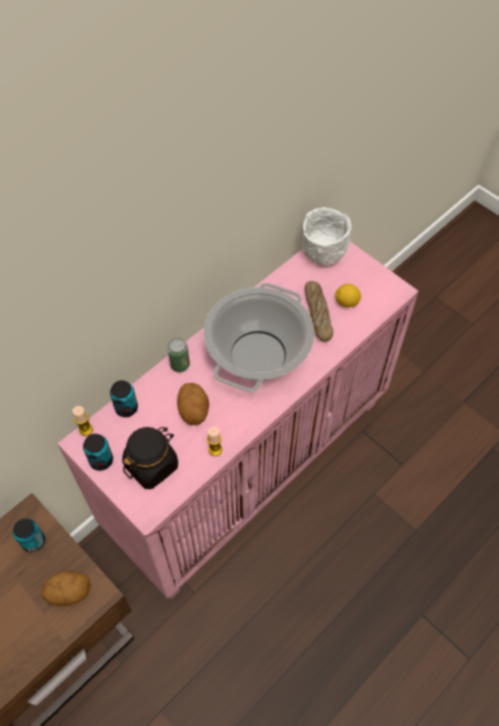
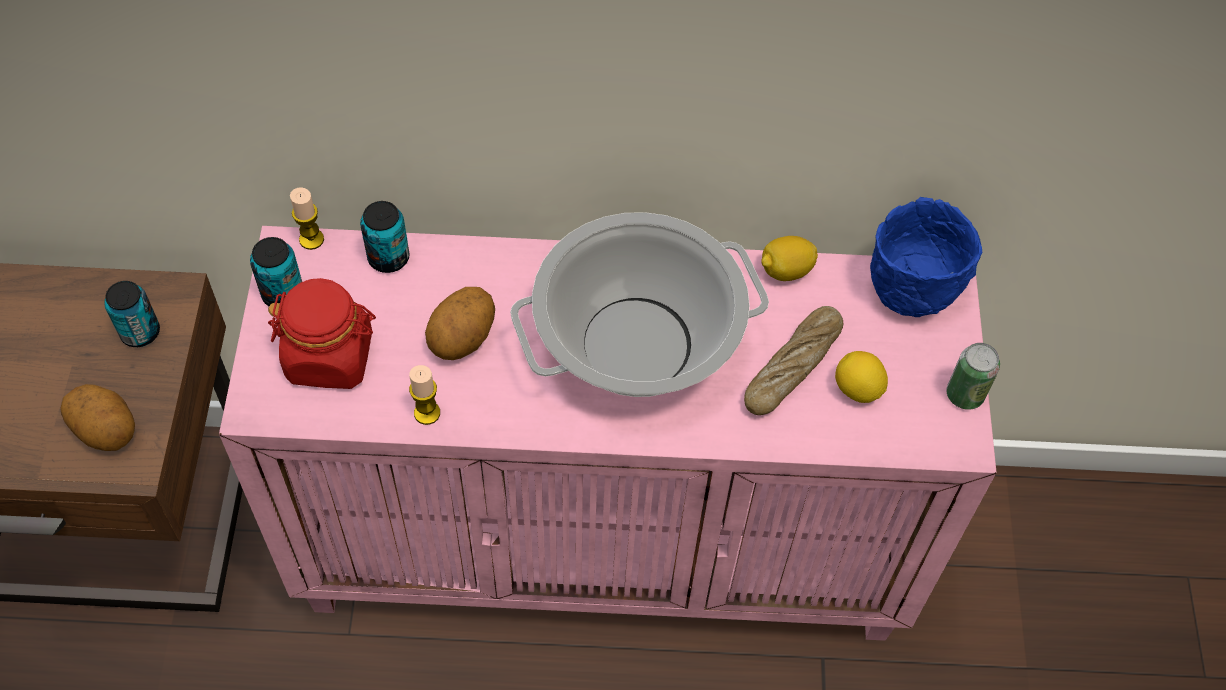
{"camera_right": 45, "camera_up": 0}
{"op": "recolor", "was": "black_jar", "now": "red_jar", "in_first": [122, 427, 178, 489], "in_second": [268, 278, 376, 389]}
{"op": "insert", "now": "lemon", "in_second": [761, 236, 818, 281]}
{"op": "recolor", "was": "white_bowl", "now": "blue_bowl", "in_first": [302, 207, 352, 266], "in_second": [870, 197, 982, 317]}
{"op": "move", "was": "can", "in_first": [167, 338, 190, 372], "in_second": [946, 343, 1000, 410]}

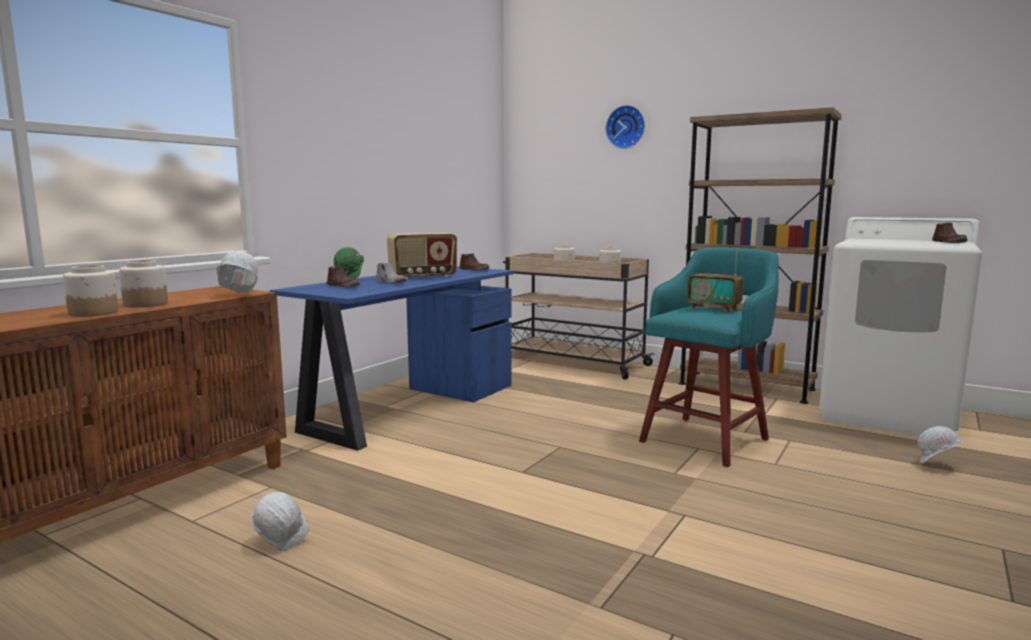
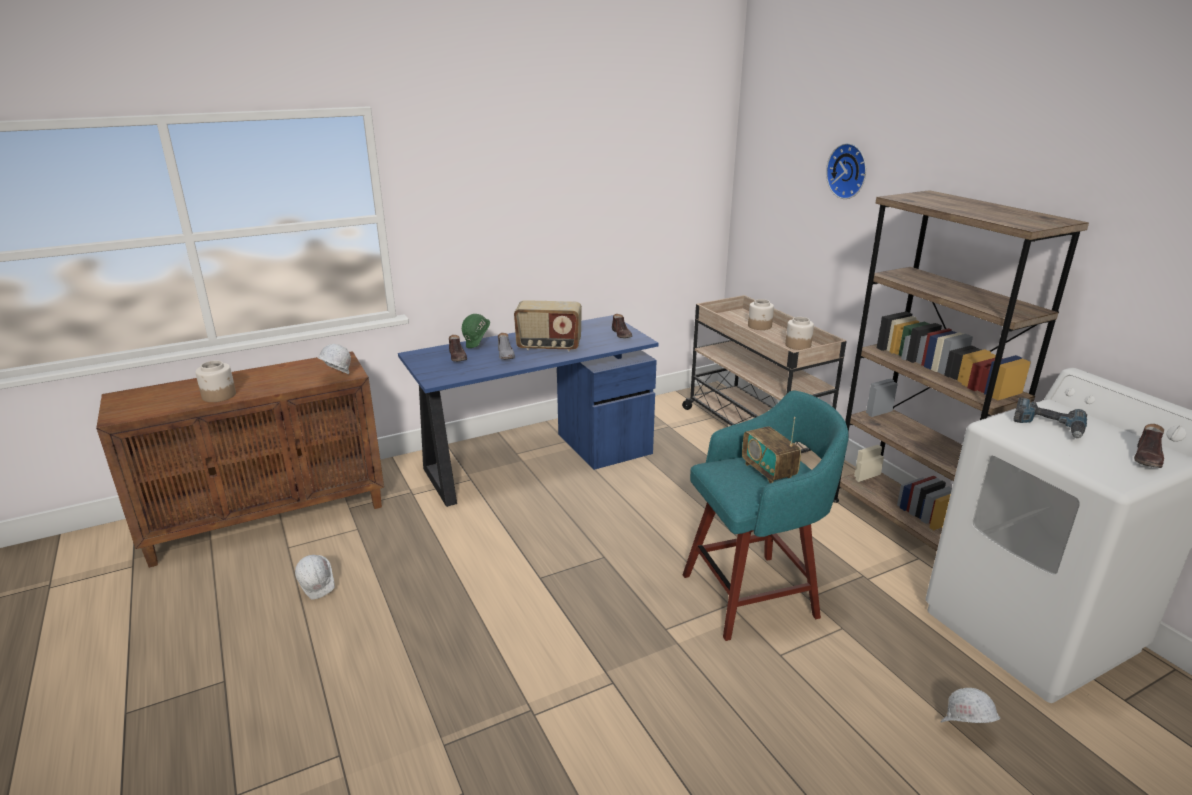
{"camera_right": 30, "camera_up": 15}
{"op": "insert", "now": "power_drill", "in_second": [1013, 397, 1087, 439]}
{"op": "delete", "was": "jar", "in_first": [119, 260, 168, 307]}

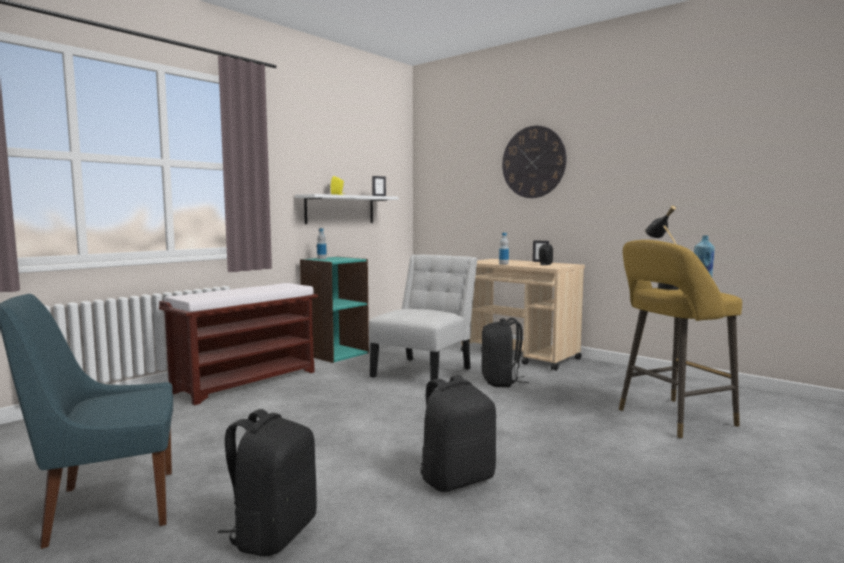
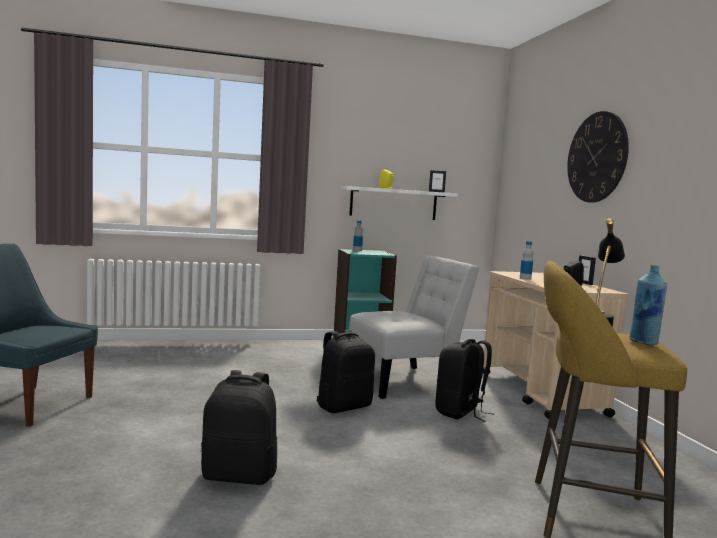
{"camera_right": 35, "camera_up": 0}
{"op": "move", "was": "black_backpack", "in_first": [218, 409, 317, 557], "in_second": [316, 330, 375, 413]}
{"op": "delete", "was": "brown_bench", "in_first": [159, 283, 318, 405]}

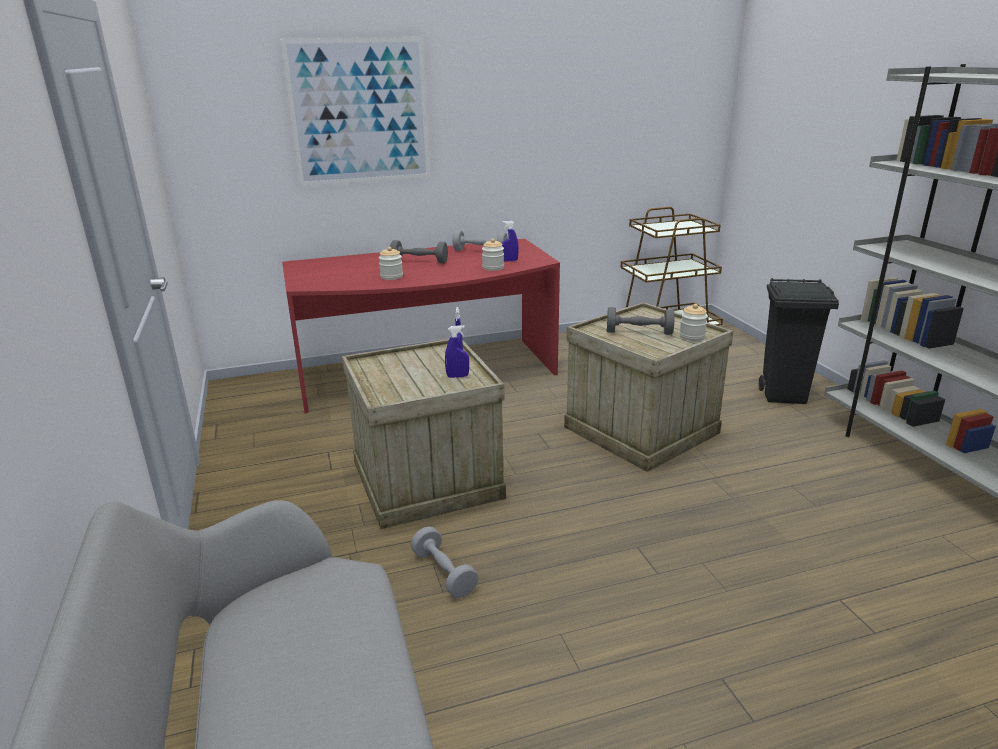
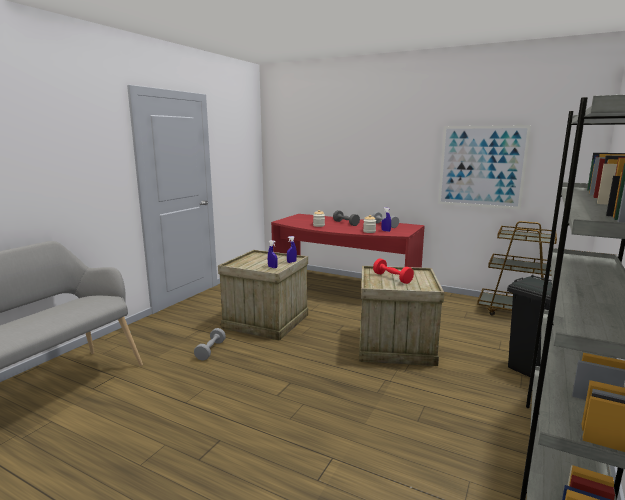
{"camera_right": 45, "camera_up": -10}
{"op": "recolor", "was": "grey_dumbbell", "now": "red_dumbbell", "in_first": [607, 307, 675, 335], "in_second": [373, 259, 414, 284]}
{"op": "move", "was": "picture", "in_first": [280, 37, 431, 187], "in_second": [438, 125, 531, 210]}
{"op": "delete", "was": "jar", "in_first": [679, 304, 708, 341]}

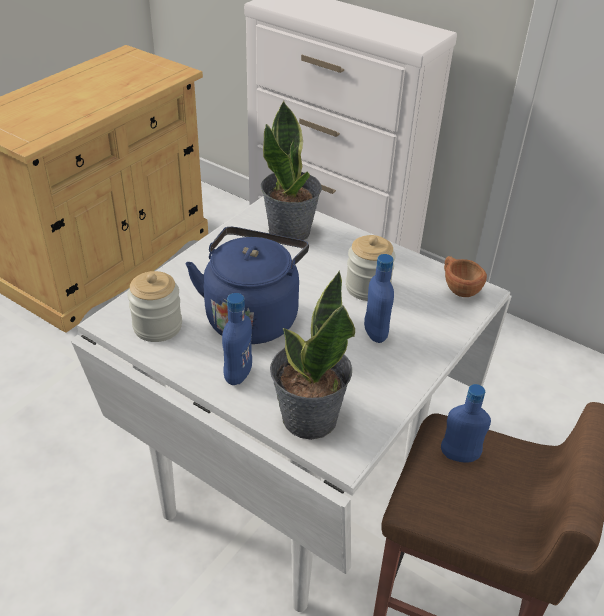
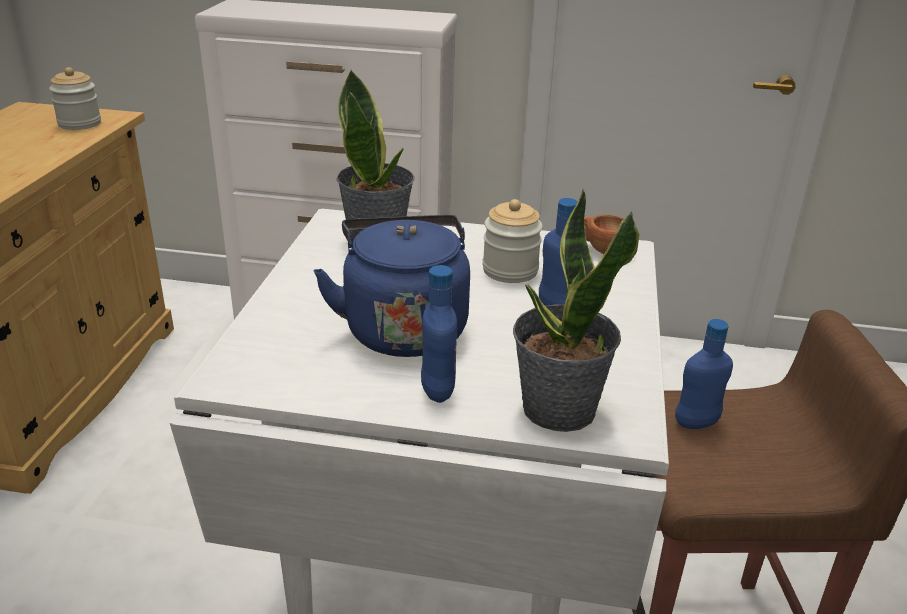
{"camera_right": -25, "camera_up": -10}
{"op": "move", "was": "jar", "in_first": [127, 271, 182, 342], "in_second": [49, 67, 101, 130]}

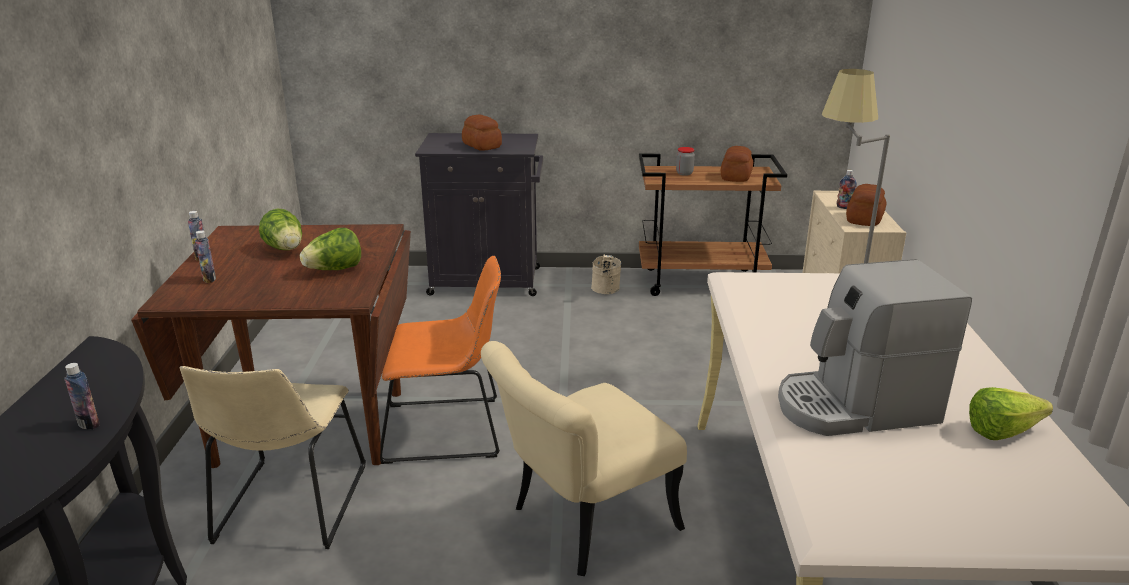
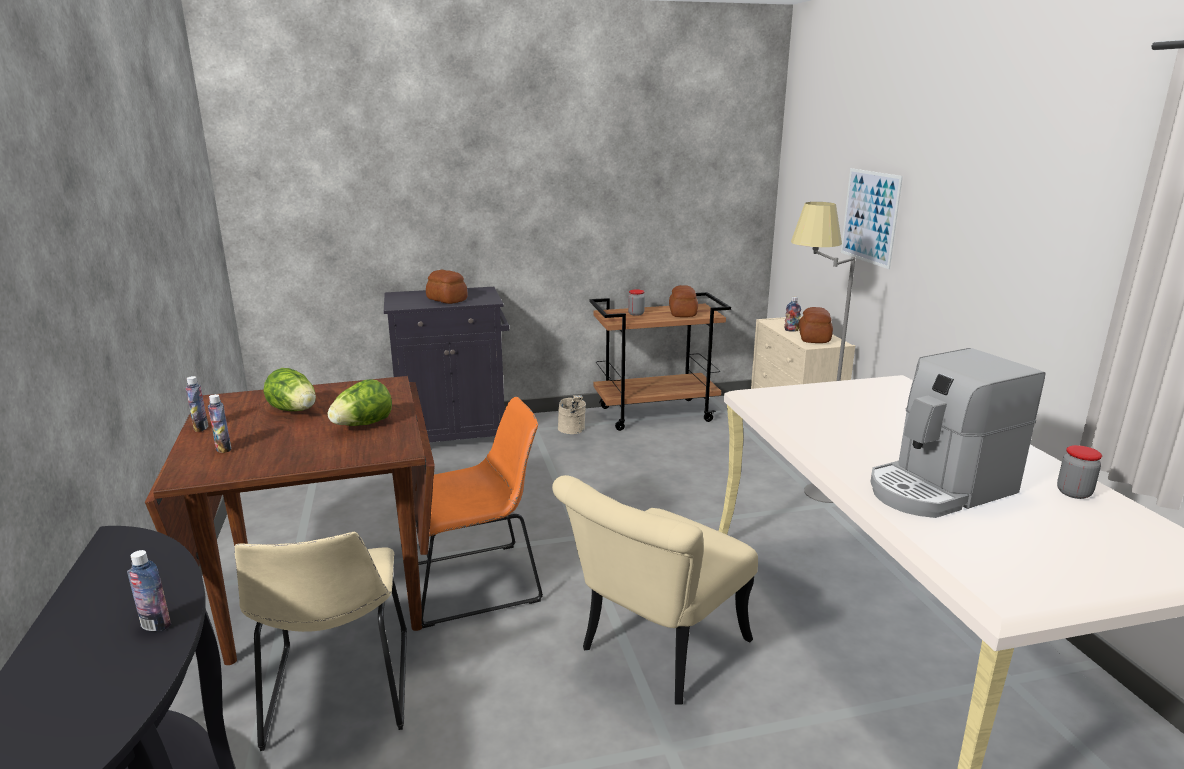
{"camera_right": -15, "camera_up": -5}
{"op": "insert", "now": "picture", "in_second": [841, 168, 903, 269]}
{"op": "replace", "was": "lettuce", "now": "jar", "in_first": [969, 387, 1053, 440], "in_second": [1057, 445, 1102, 499]}

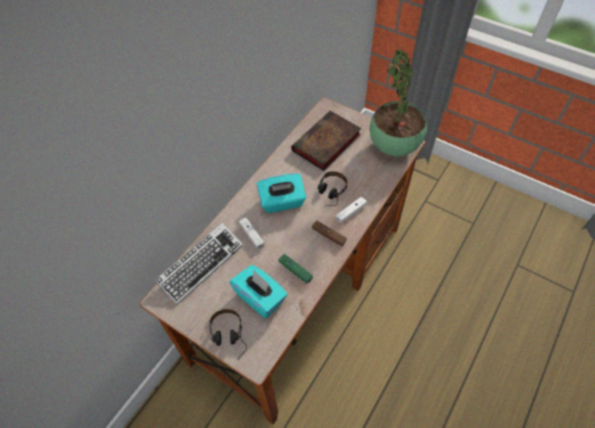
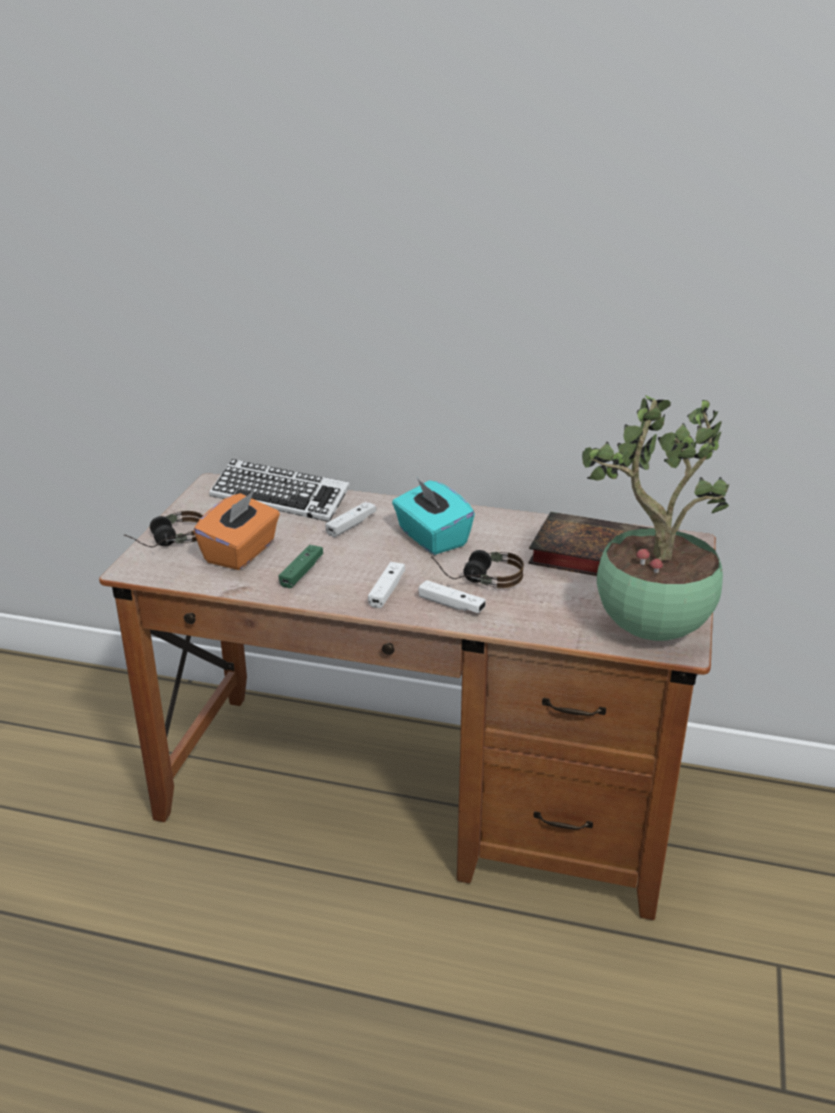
{"camera_right": 70, "camera_up": -25}
{"op": "recolor", "was": "turquoise_tissue_box", "now": "orange_tissue_box", "in_first": [230, 265, 288, 319], "in_second": [194, 491, 280, 570]}
{"op": "recolor", "was": "brown_game_controller", "now": "white_game_controller", "in_first": [312, 221, 347, 246], "in_second": [368, 562, 405, 608]}

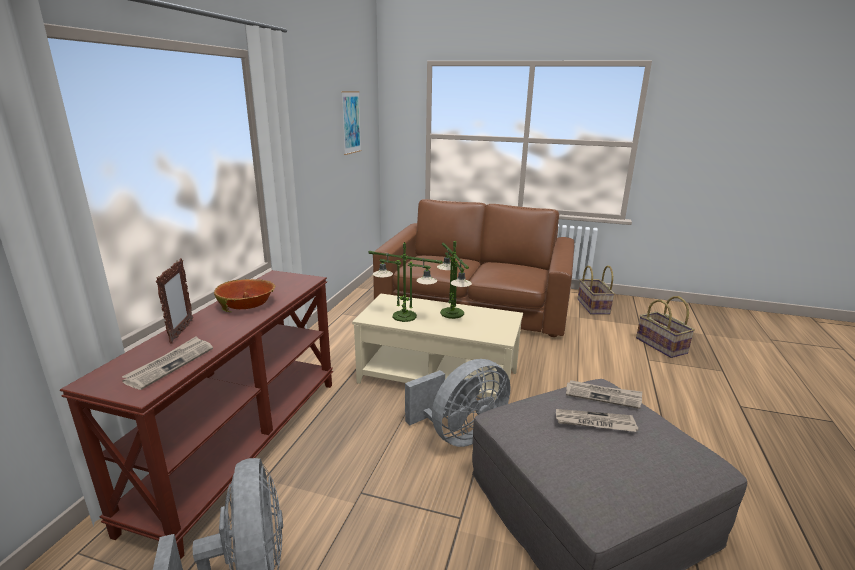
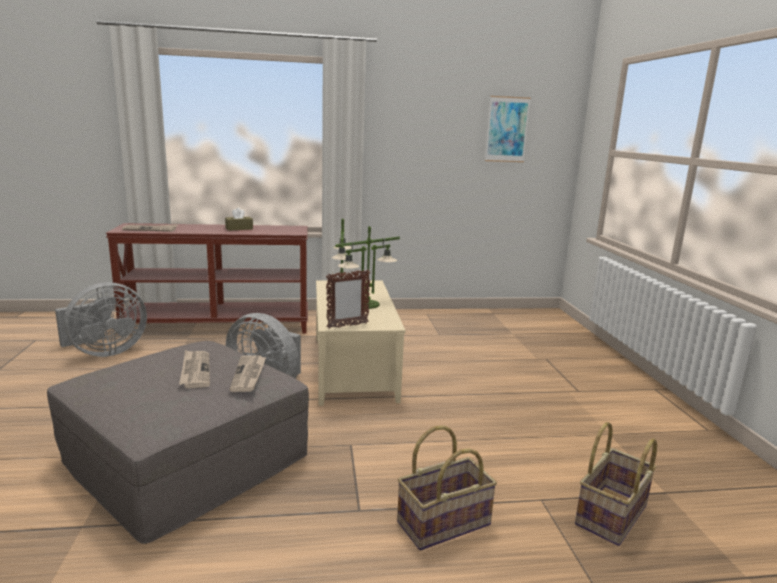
{"camera_right": 65, "camera_up": -5}
{"op": "replace", "was": "bowl", "now": "brown_tissue_box", "in_first": [214, 279, 276, 312], "in_second": [225, 207, 253, 231]}
{"op": "move", "was": "picture_frame", "in_first": [156, 258, 193, 344], "in_second": [326, 270, 370, 329]}
{"op": "move", "was": "basket", "in_first": [578, 265, 615, 315], "in_second": [397, 425, 497, 551]}
{"op": "delete", "was": "brown_sofa", "in_first": [373, 199, 575, 337]}

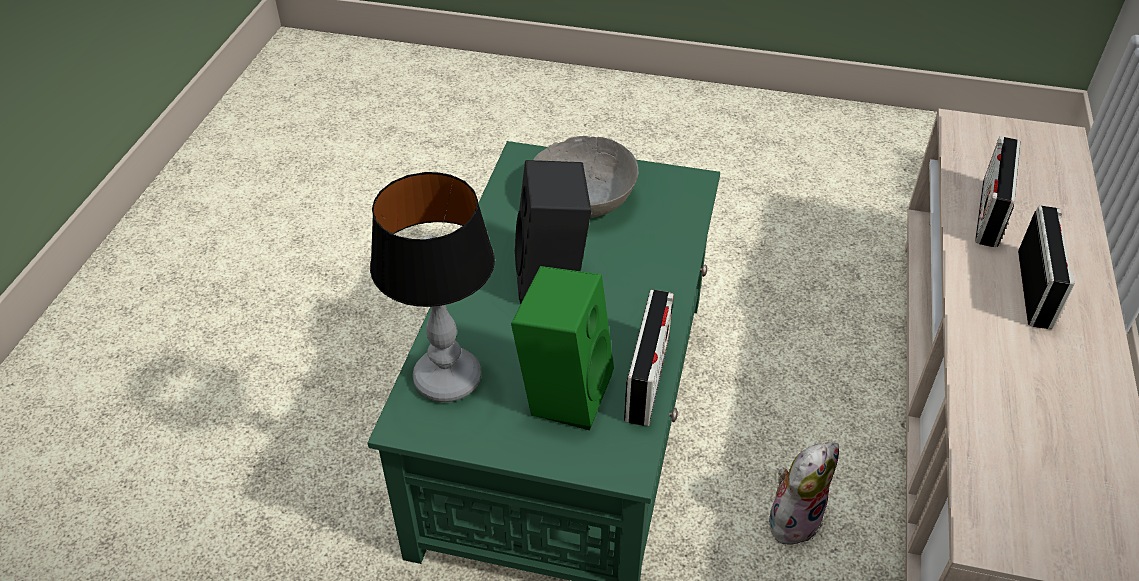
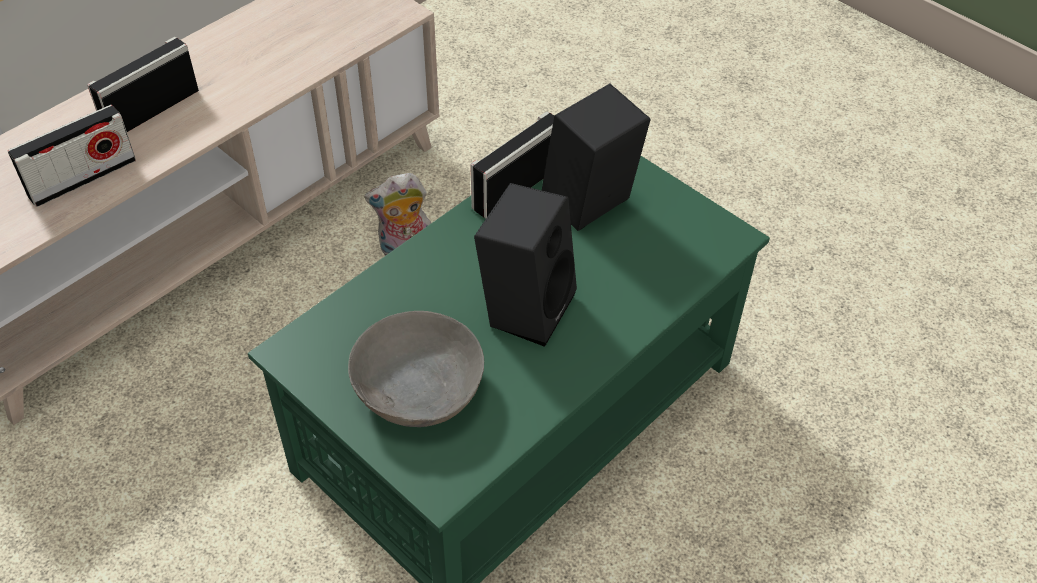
{"camera_right": -150, "camera_up": 5}
{"op": "recolor", "was": "green_speaker", "now": "black_speaker", "in_first": [511, 266, 614, 431], "in_second": [542, 84, 651, 231]}
{"op": "delete", "was": "table_lamp", "in_first": [370, 172, 495, 402]}

